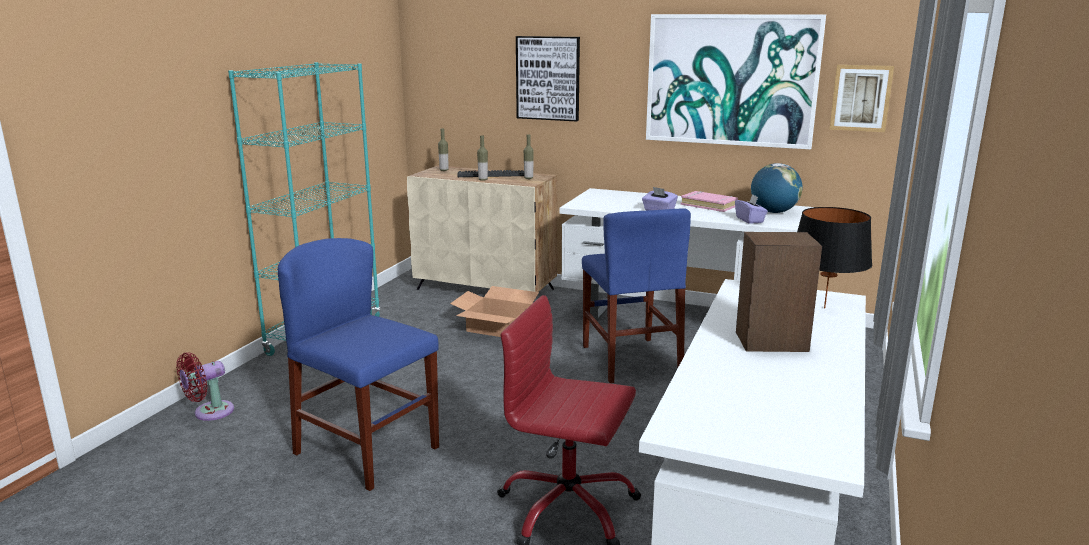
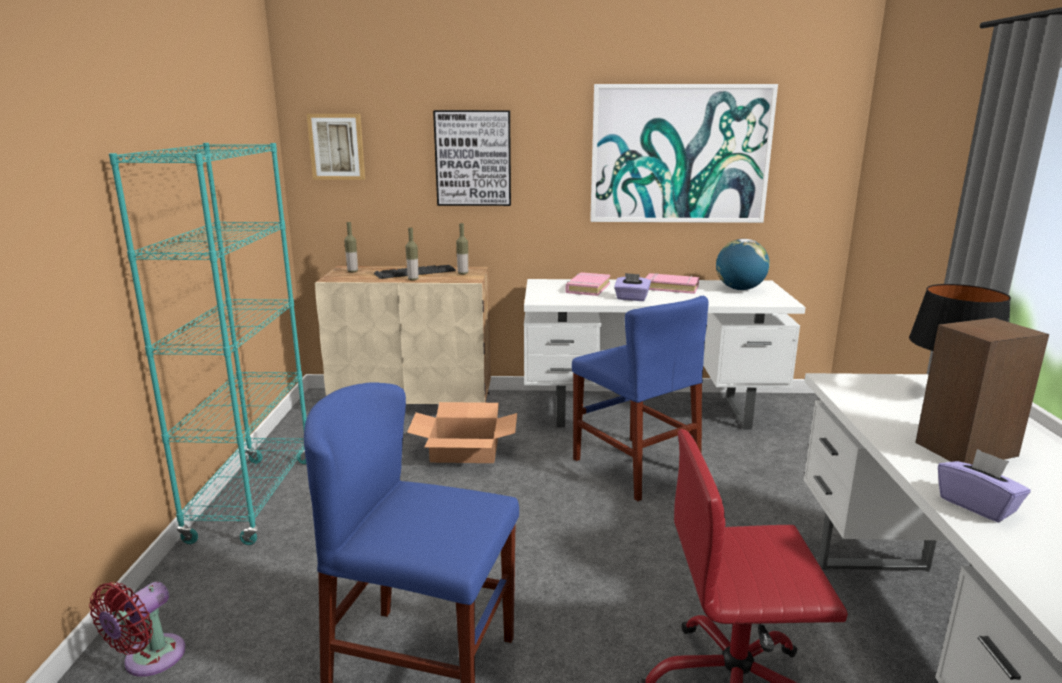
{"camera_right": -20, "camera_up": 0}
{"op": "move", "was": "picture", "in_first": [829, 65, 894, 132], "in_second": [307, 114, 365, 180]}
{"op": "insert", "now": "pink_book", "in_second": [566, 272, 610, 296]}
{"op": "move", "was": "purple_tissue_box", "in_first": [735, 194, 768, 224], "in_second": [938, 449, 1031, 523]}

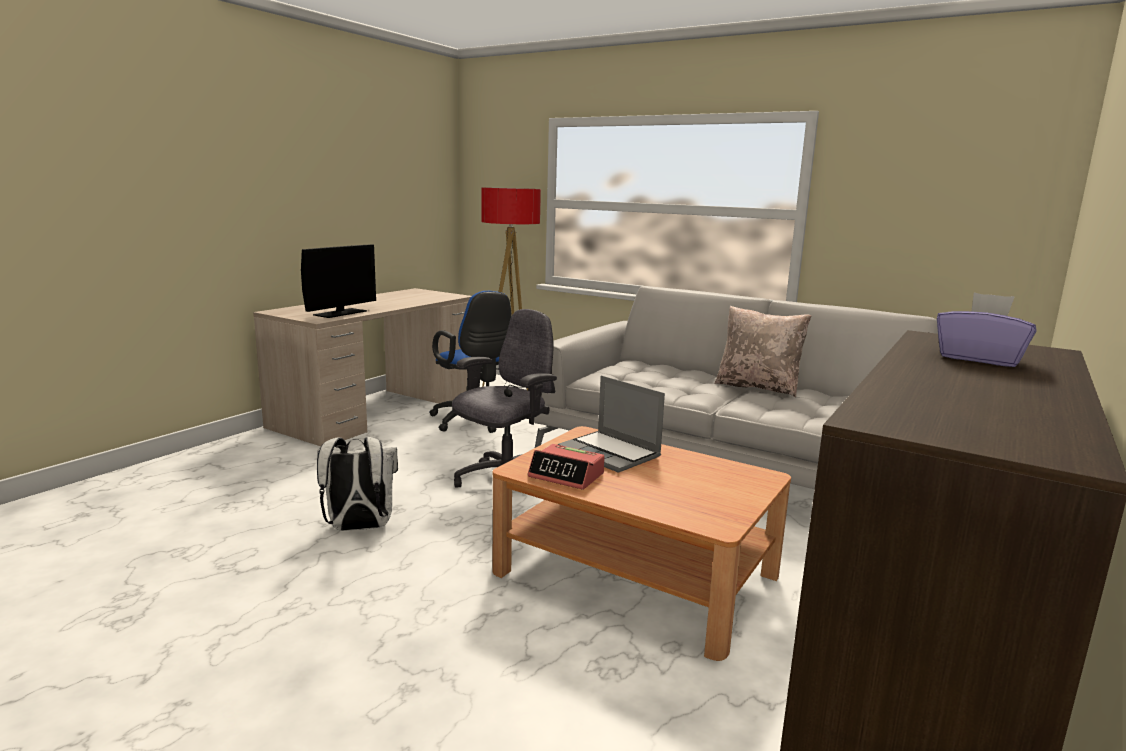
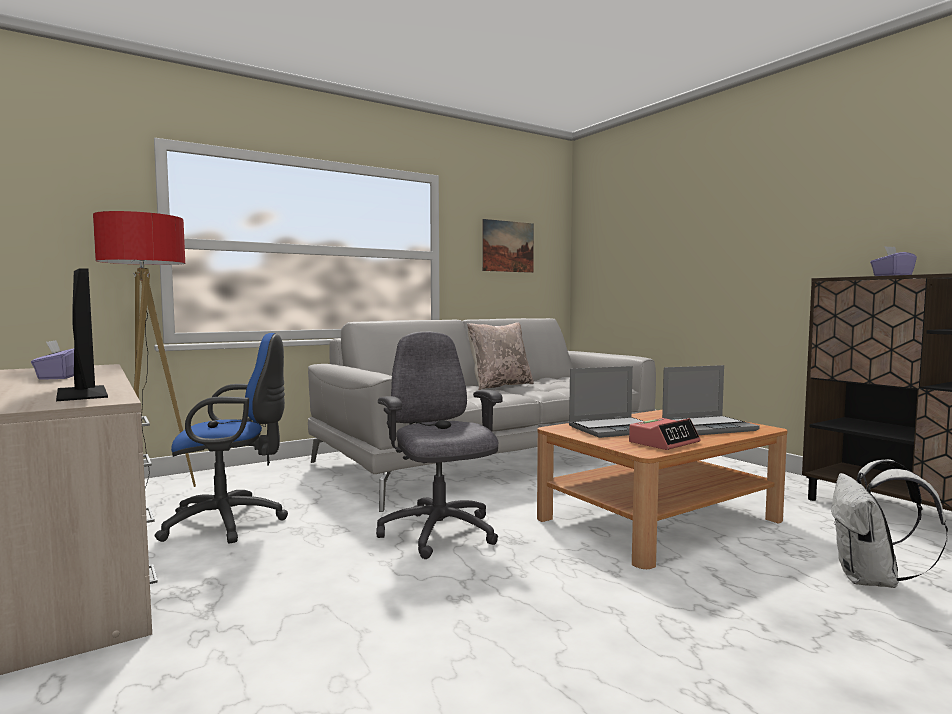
{"camera_right": -65, "camera_up": -10}
{"op": "insert", "now": "purple_tissue_box", "in_second": [31, 340, 74, 380]}
{"op": "insert", "now": "picture", "in_second": [482, 219, 534, 273]}
{"op": "insert", "now": "laptop", "in_second": [662, 365, 760, 435]}
{"op": "move", "was": "white_backpack", "in_first": [317, 437, 398, 531], "in_second": [831, 459, 948, 588]}

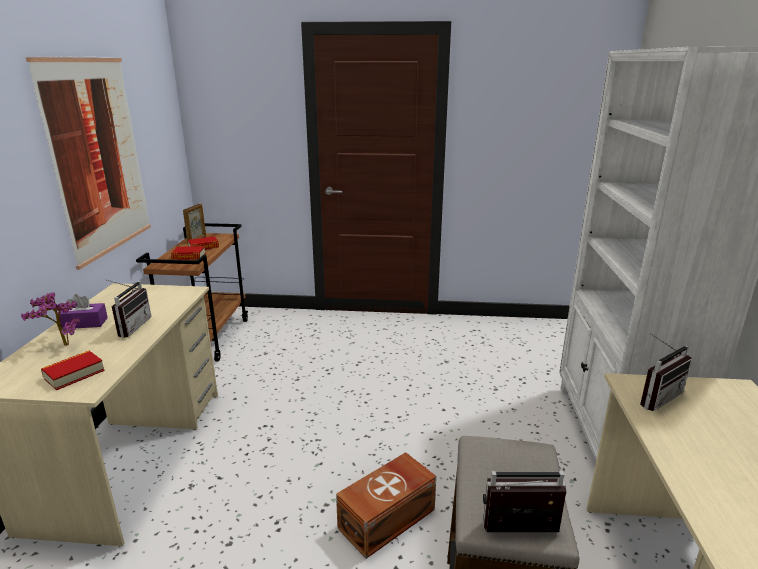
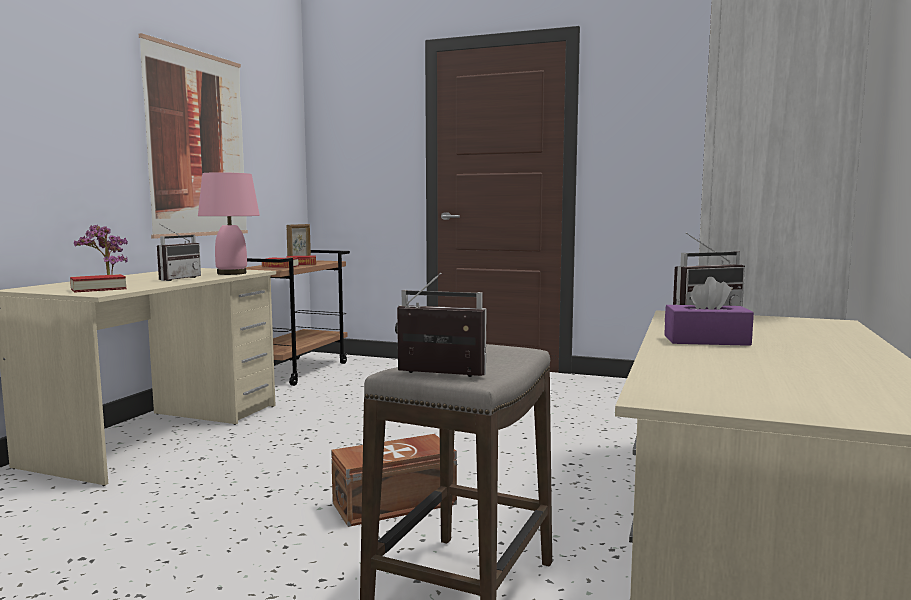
{"camera_right": 15, "camera_up": -15}
{"op": "insert", "now": "pink_table_lamp", "in_second": [198, 172, 260, 275]}
{"op": "move", "was": "purple_tissue_box", "in_first": [58, 294, 108, 329], "in_second": [664, 277, 754, 346]}

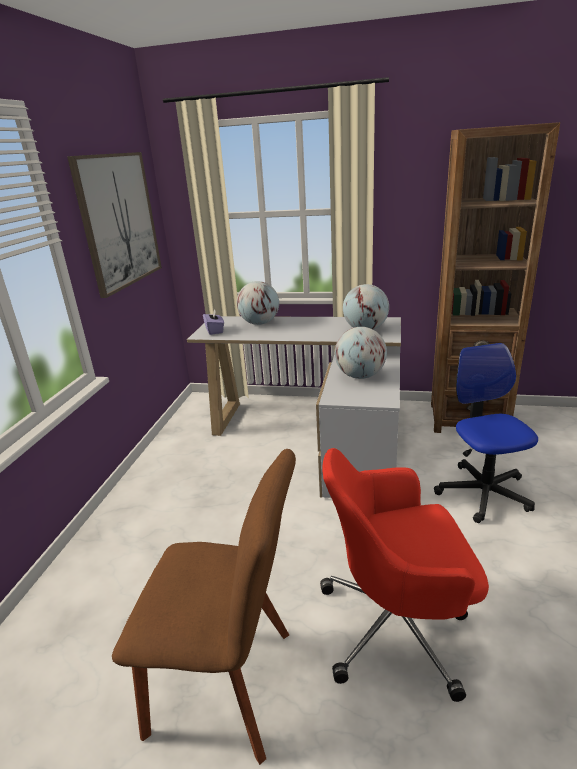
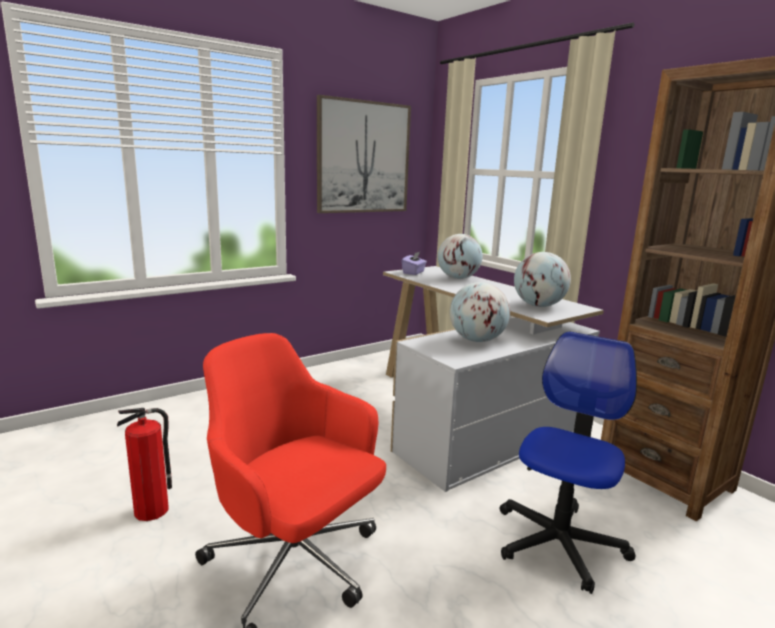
{"camera_right": 40, "camera_up": -10}
{"op": "replace", "was": "brown_chair", "now": "fire_extinguisher", "in_first": [112, 449, 296, 765], "in_second": [117, 408, 172, 521]}

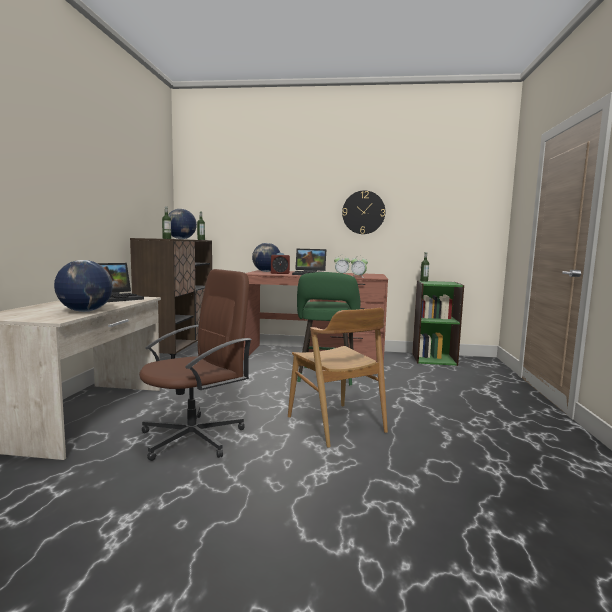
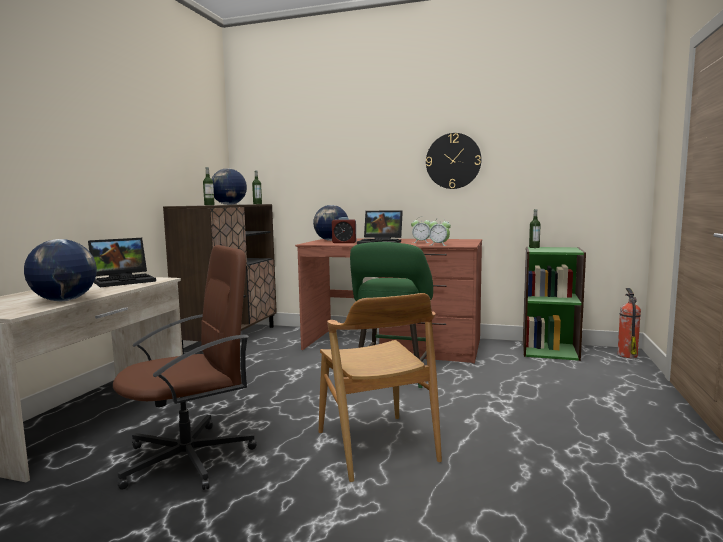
{"camera_right": 10, "camera_up": 0}
{"op": "insert", "now": "fire_extinguisher", "in_second": [618, 288, 641, 358]}

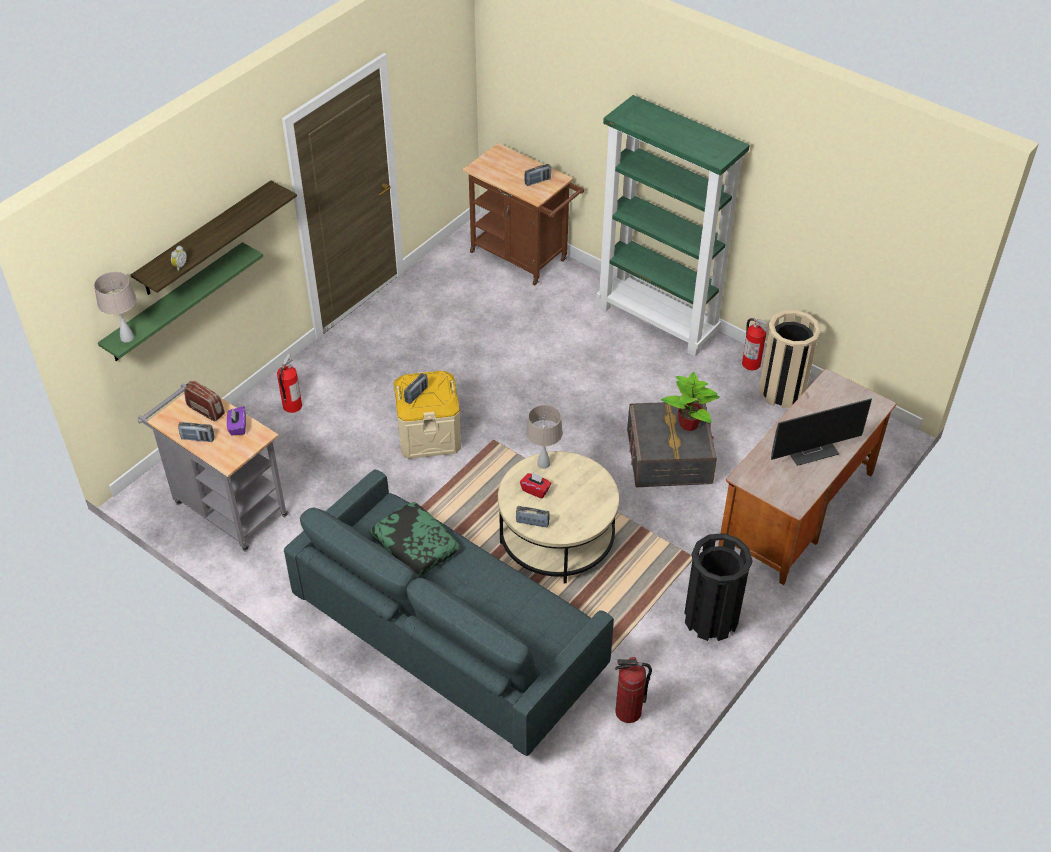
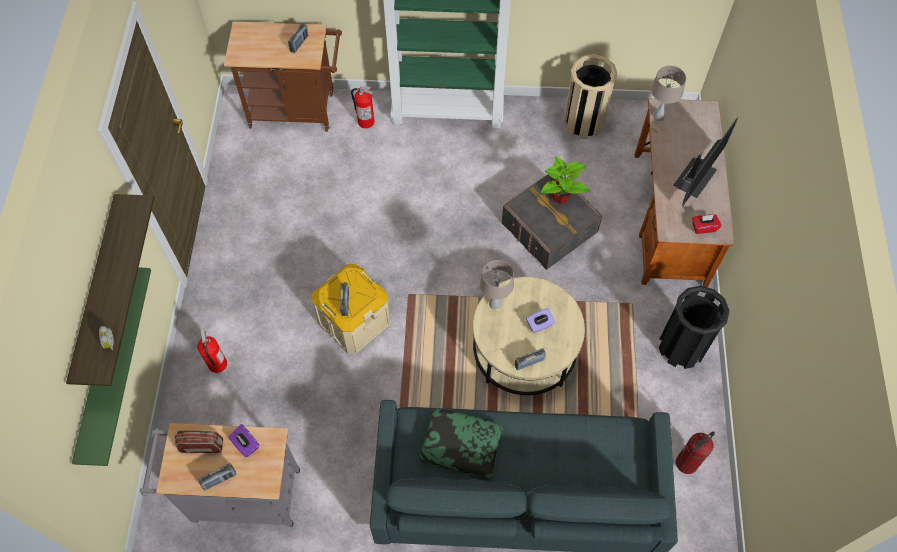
{"camera_right": -35, "camera_up": 15}
{"op": "move", "was": "fire_extinguisher", "in_first": [742, 318, 768, 370], "in_second": [351, 87, 374, 129]}
{"op": "insert", "now": "purple_tissue_box", "in_second": [526, 308, 555, 333]}
{"op": "move", "was": "beige_table_lamp", "in_first": [94, 272, 137, 342], "in_second": [651, 66, 686, 121]}
{"op": "move", "was": "red_tissue_box", "in_first": [520, 472, 551, 498], "in_second": [692, 214, 721, 234]}

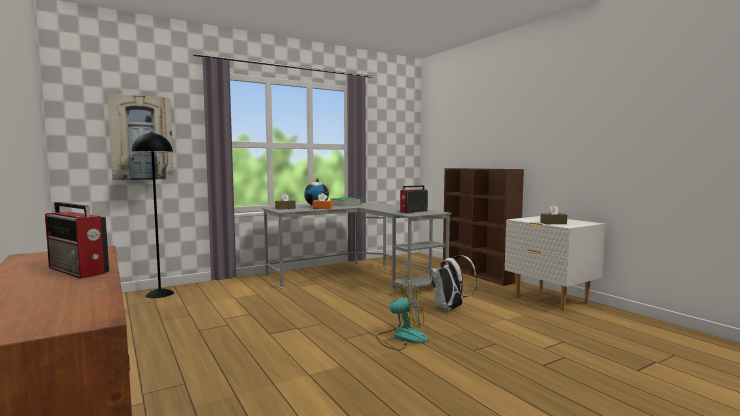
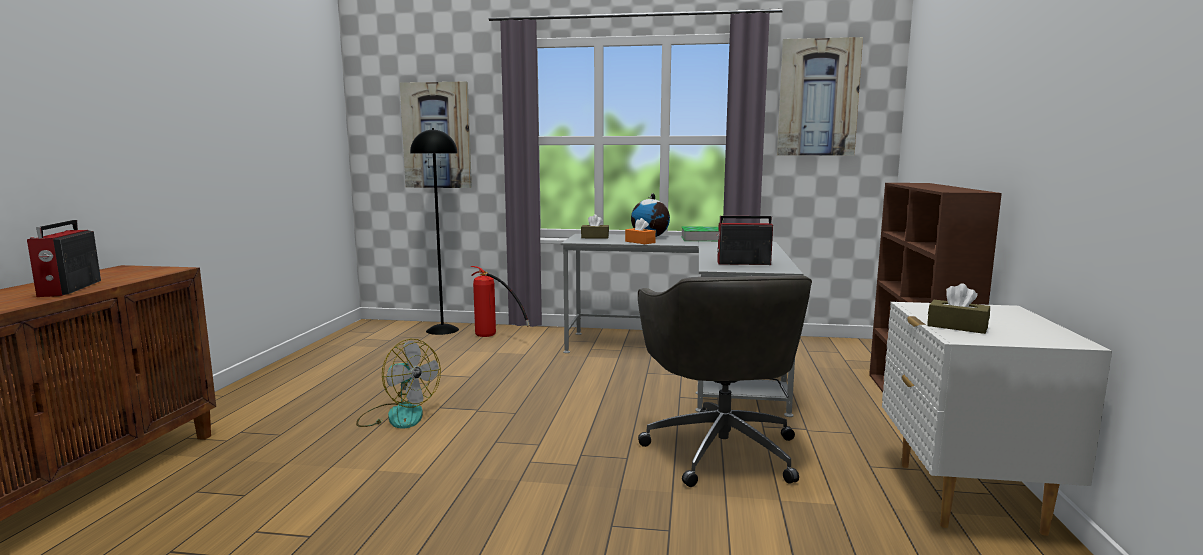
{"camera_right": 40, "camera_up": 5}
{"op": "move", "was": "fan", "in_first": [376, 279, 428, 350], "in_second": [356, 339, 441, 429]}
{"op": "insert", "now": "fire_extinguisher", "in_second": [470, 266, 530, 337]}
{"op": "replace", "was": "white_backpack", "now": "grey_office_chair", "in_first": [429, 255, 477, 311], "in_second": [638, 275, 812, 487]}
{"op": "insert", "now": "picture", "in_second": [777, 37, 863, 156]}

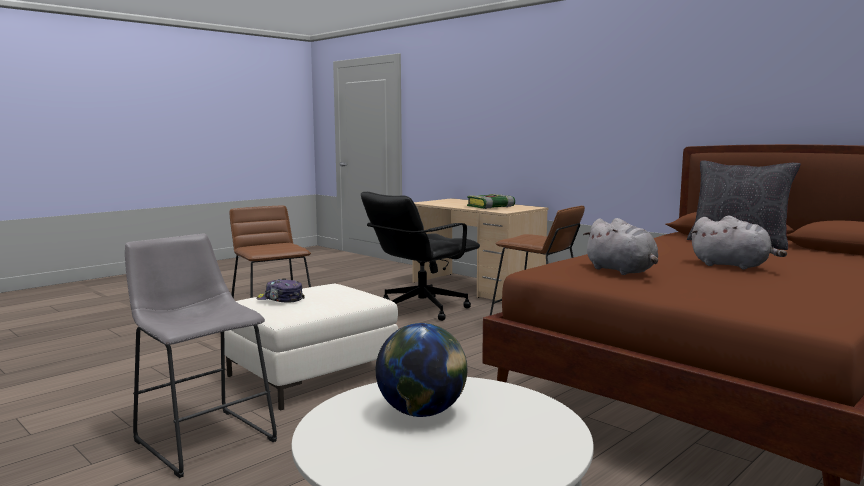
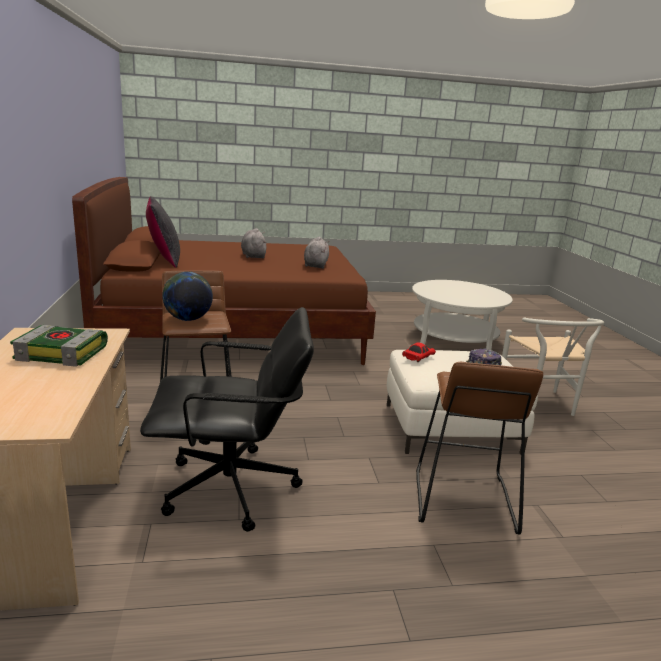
{"camera_right": -145, "camera_up": 10}
{"op": "move", "was": "globe", "in_first": [376, 323, 468, 417], "in_second": [162, 272, 213, 321]}
{"op": "insert", "now": "red_toy_car", "in_second": [402, 342, 436, 362]}
{"op": "replace", "was": "grey_stool", "now": "white_chair", "in_first": [125, 234, 277, 478], "in_second": [502, 317, 604, 416]}

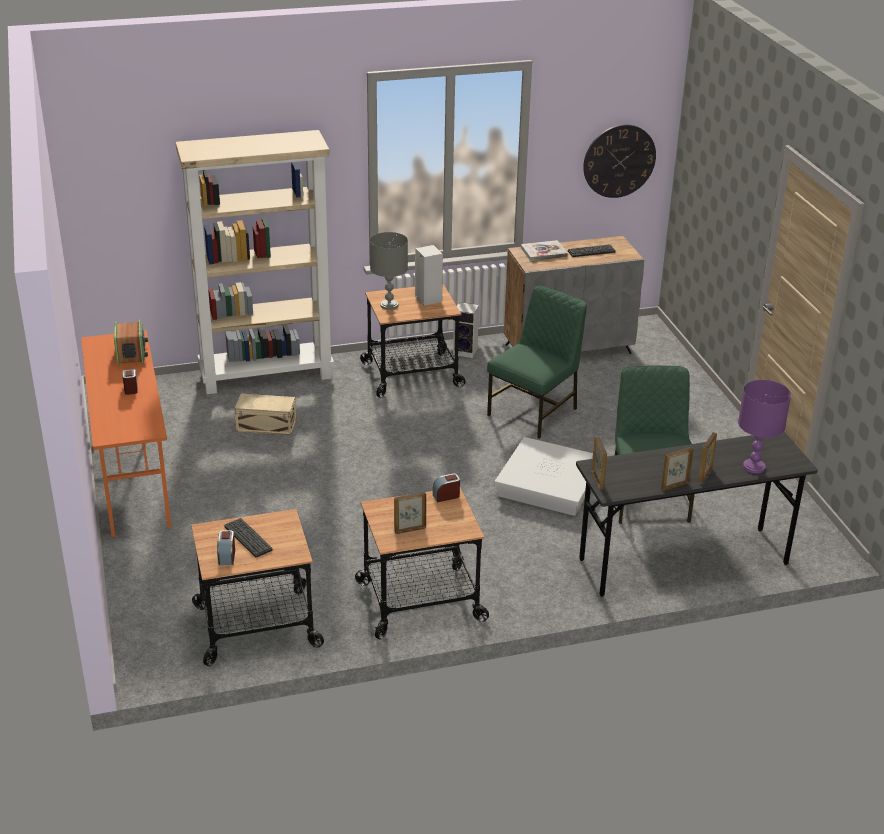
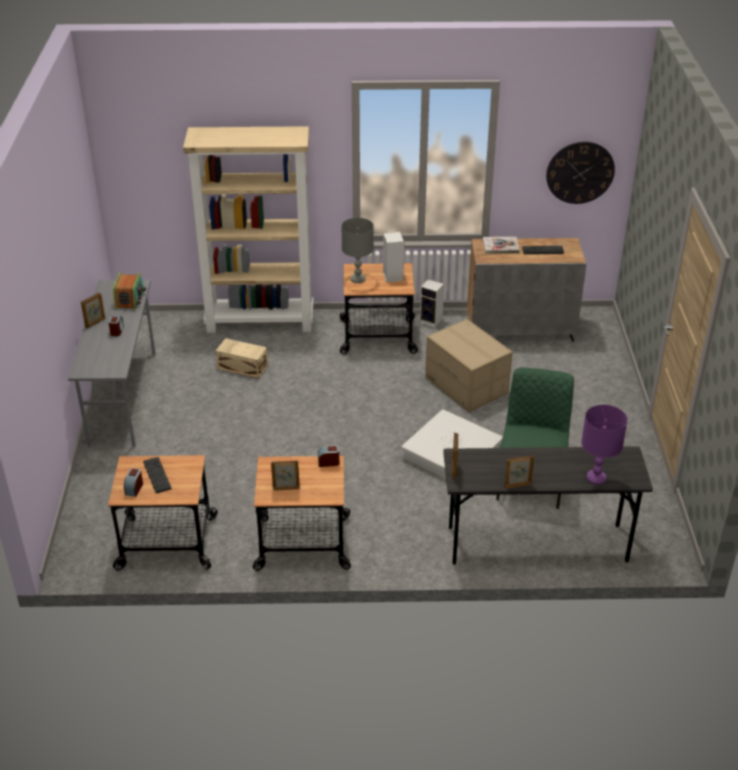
{"camera_right": 15, "camera_up": 5}
{"op": "recolor", "was": "orange_desk", "now": "grey_desk", "in_first": [81, 330, 171, 537], "in_second": [68, 280, 156, 448]}
{"op": "move", "was": "picture_frame", "in_first": [698, 432, 717, 483], "in_second": [81, 293, 105, 328]}
{"op": "replace", "was": "green_chair", "now": "cardboard_box", "in_first": [487, 286, 587, 439], "in_second": [425, 319, 513, 412]}

